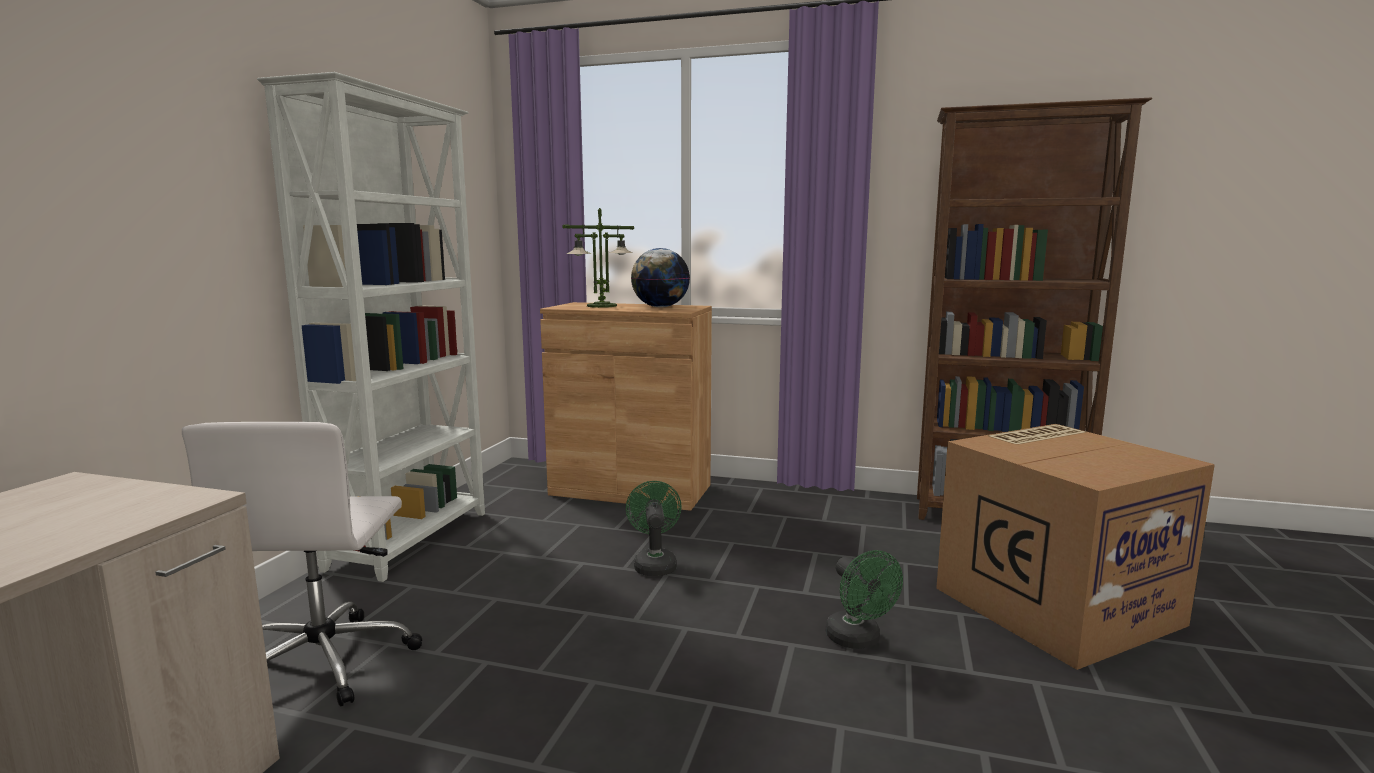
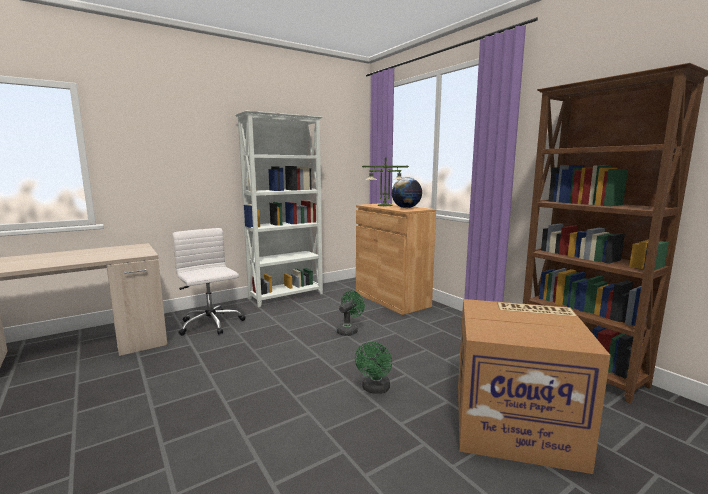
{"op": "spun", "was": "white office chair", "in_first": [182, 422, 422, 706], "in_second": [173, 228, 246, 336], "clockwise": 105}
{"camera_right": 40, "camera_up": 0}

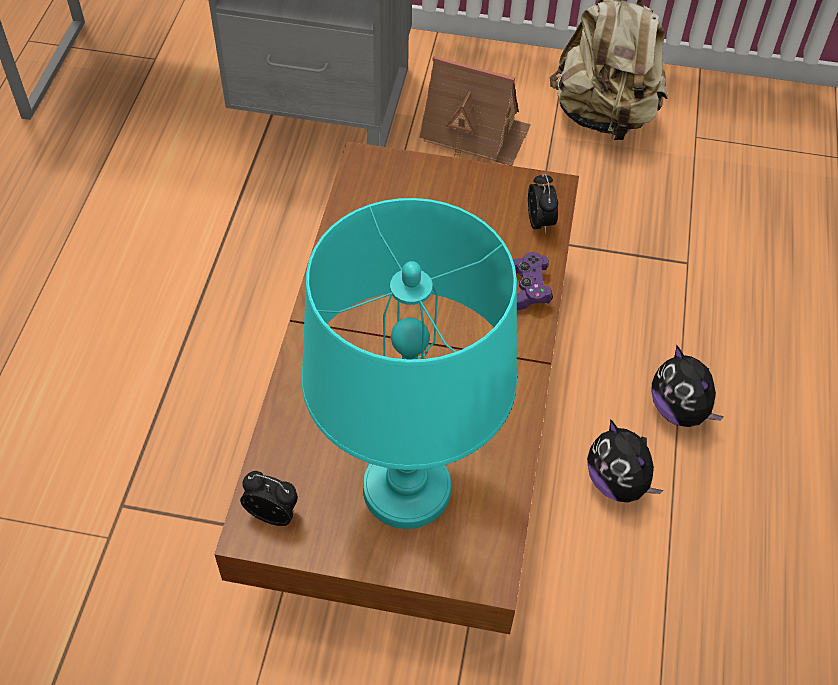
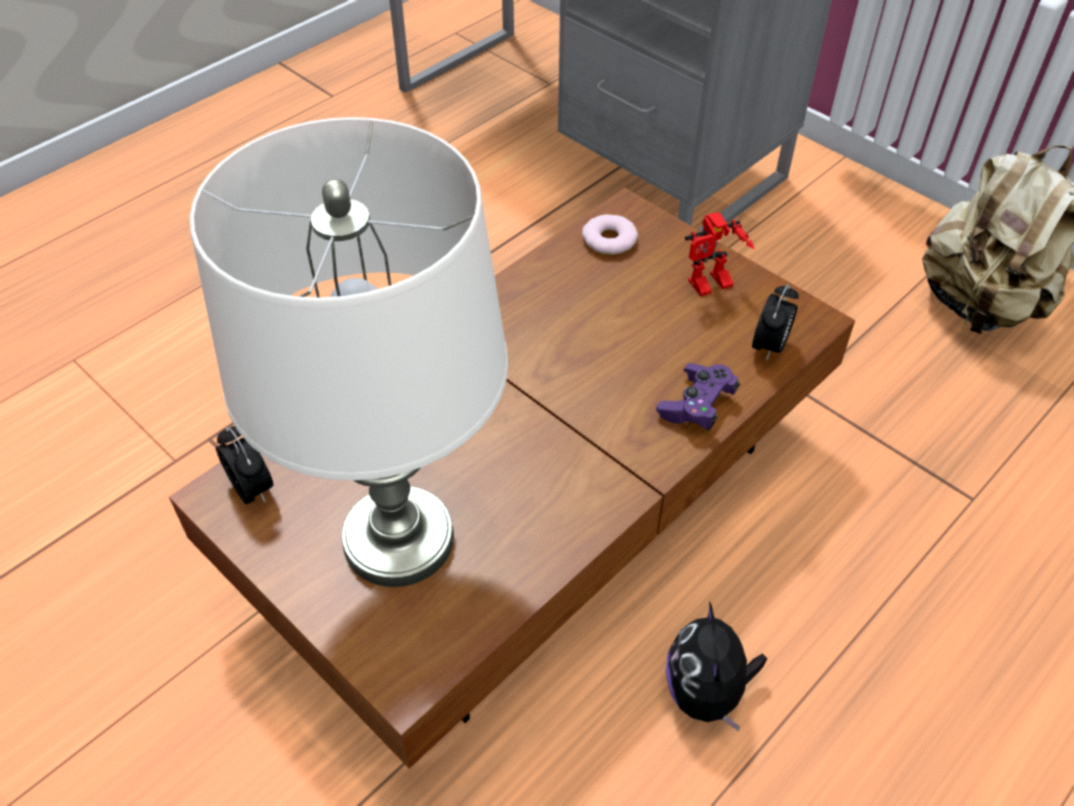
{"op": "colour", "was": "turquoise table lamp", "now": "white table lamp", "in_first": [302, 198, 517, 529], "in_second": [190, 117, 508, 587]}
{"op": "appeared", "now": "donut", "in_second": [582, 214, 638, 255]}
{"op": "appeared", "now": "toy robot", "in_second": [685, 212, 754, 296]}
{"op": "missing", "was": "toy house", "in_first": [419, 56, 531, 166]}
{"op": "missing", "was": "plush toy", "in_first": [652, 345, 724, 427]}
{"camera_right": 35, "camera_up": -5}

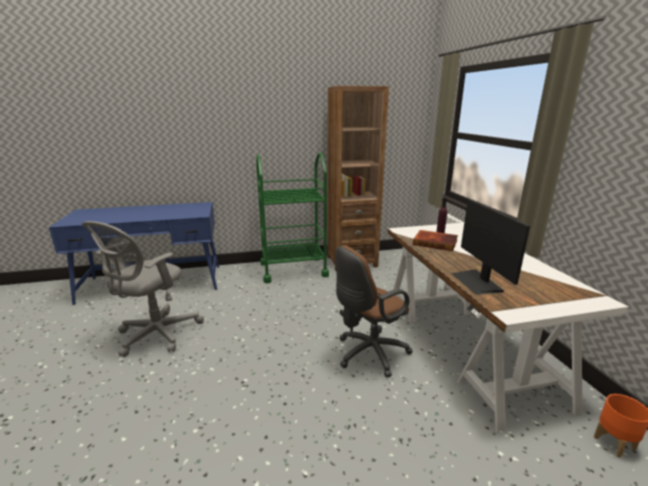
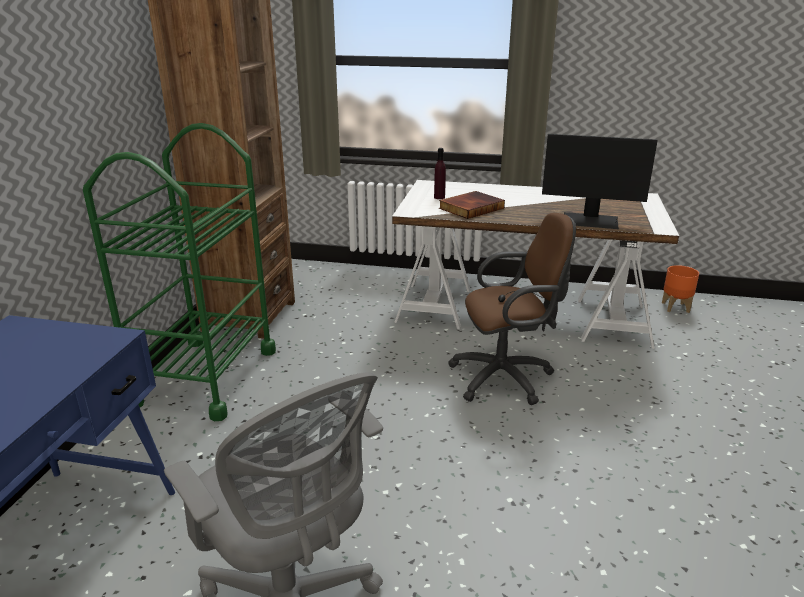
{"op": "spun", "was": "brown office chair", "in_first": [335, 245, 413, 378], "in_second": [448, 213, 576, 405], "clockwise": -90}
{"camera_right": -65, "camera_up": 5}

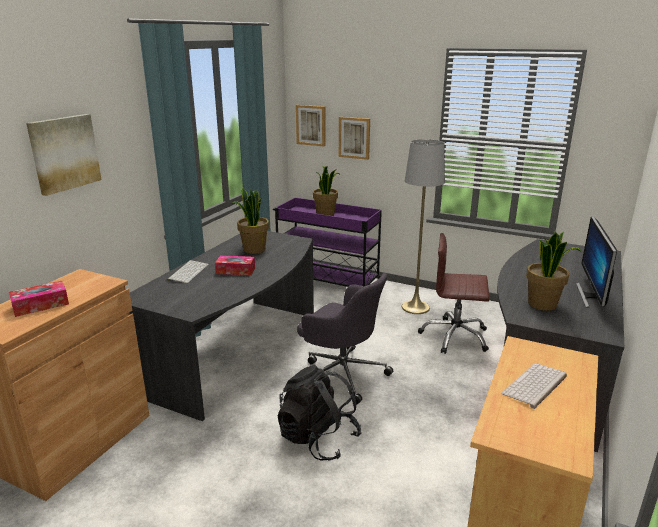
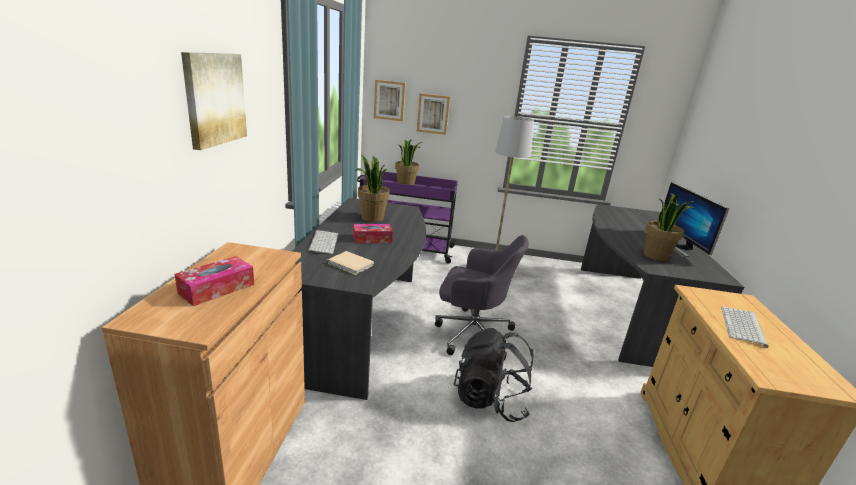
{"op": "appeared", "now": "beige book", "in_second": [328, 251, 374, 275]}
{"op": "missing", "was": "brown office chair", "in_first": [418, 233, 489, 354]}
{"camera_right": -20, "camera_up": 0}

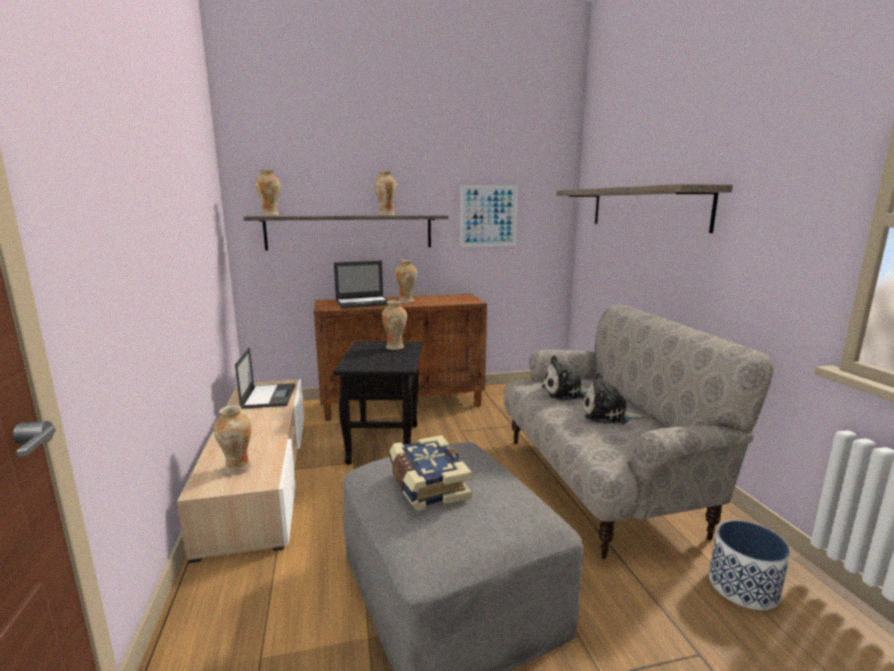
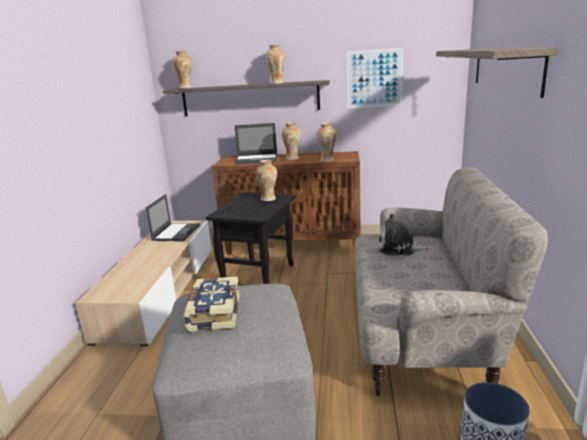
{"op": "relocated", "was": "vase", "in_first": [213, 405, 252, 475], "in_second": [317, 122, 337, 162]}
{"op": "missing", "was": "plush toy", "in_first": [584, 372, 645, 425]}
{"camera_right": 20, "camera_up": 5}

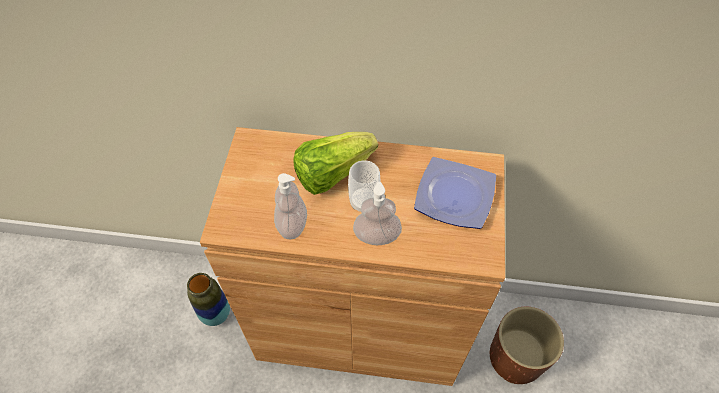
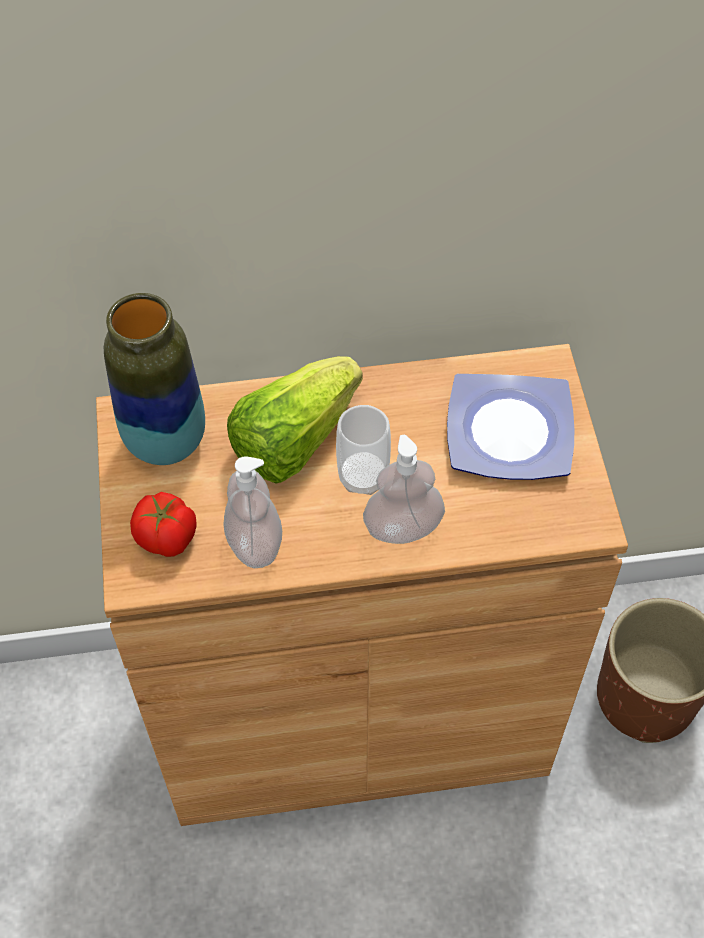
{"op": "relocated", "was": "vase", "in_first": [187, 273, 230, 326], "in_second": [104, 293, 205, 465]}
{"op": "appeared", "now": "tomato", "in_second": [130, 492, 197, 557]}
{"camera_right": -15, "camera_up": 0}

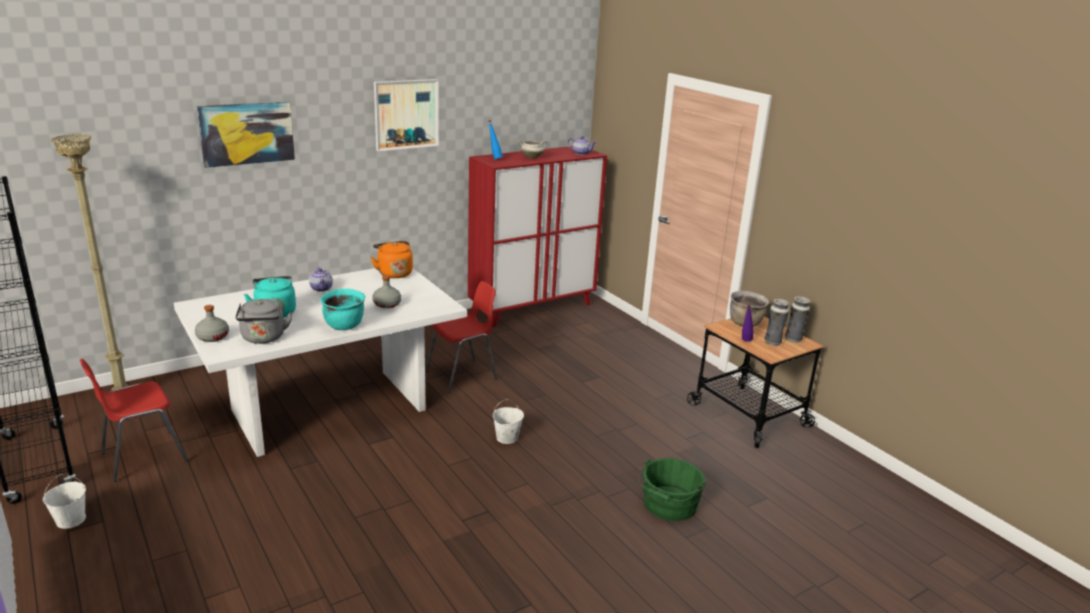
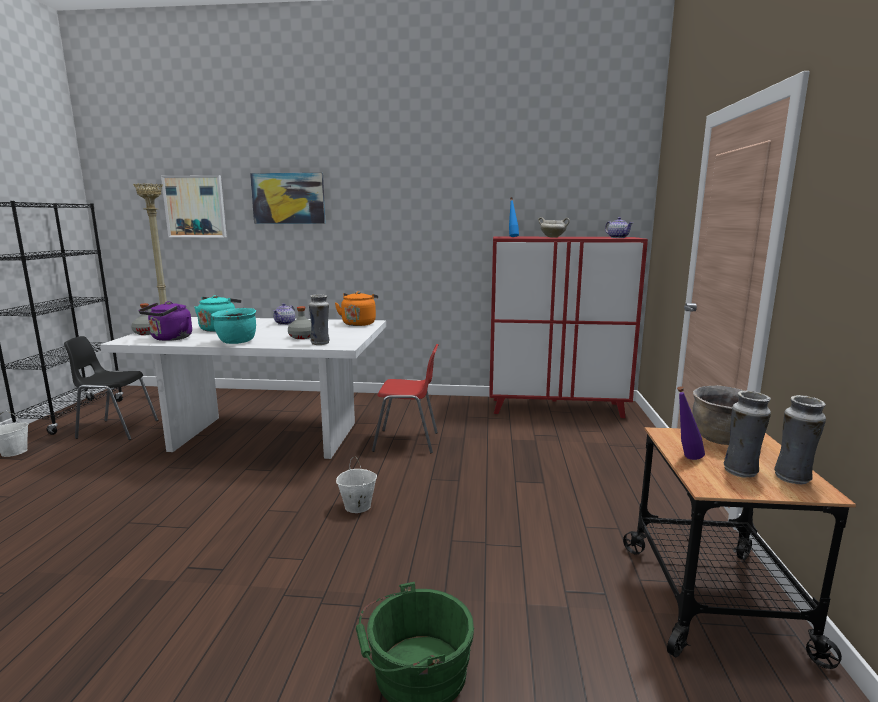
{"op": "colour", "was": "red chair", "now": "black chair", "in_first": [80, 359, 188, 482], "in_second": [64, 336, 158, 440]}
{"op": "colour", "was": "grey kettle", "now": "purple kettle", "in_first": [236, 299, 293, 344], "in_second": [139, 301, 192, 341]}
{"op": "relocated", "was": "picture", "in_first": [374, 79, 439, 151], "in_second": [161, 175, 227, 238]}
{"op": "appeared", "now": "vase", "in_second": [309, 295, 330, 345]}
{"camera_right": 40, "camera_up": -10}

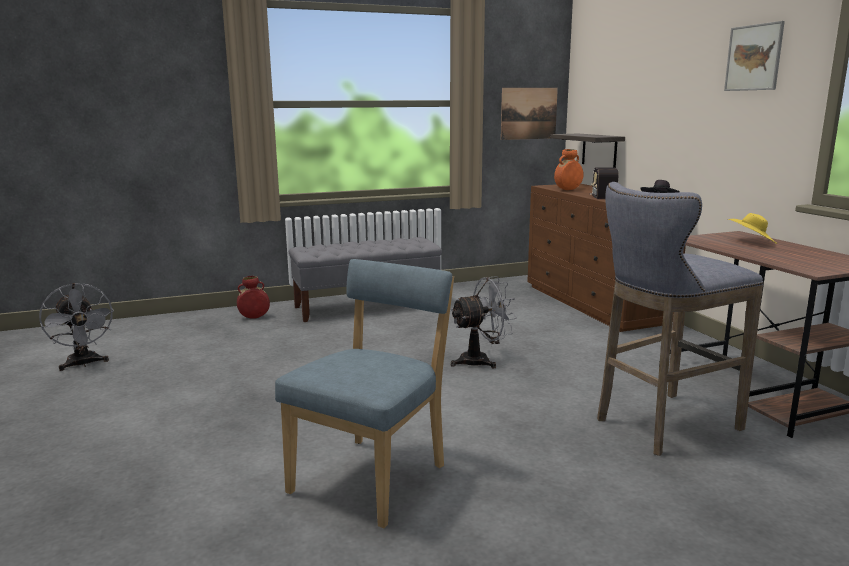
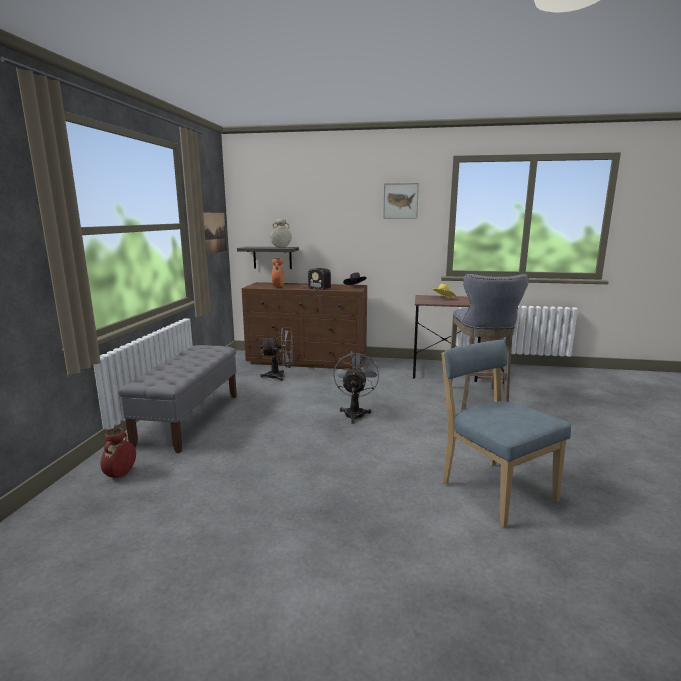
{"op": "relocated", "was": "grey fan", "in_first": [39, 283, 114, 371], "in_second": [260, 328, 293, 381]}
{"op": "appeared", "now": "beige vase", "in_second": [270, 219, 292, 248]}
{"camera_right": -60, "camera_up": 0}

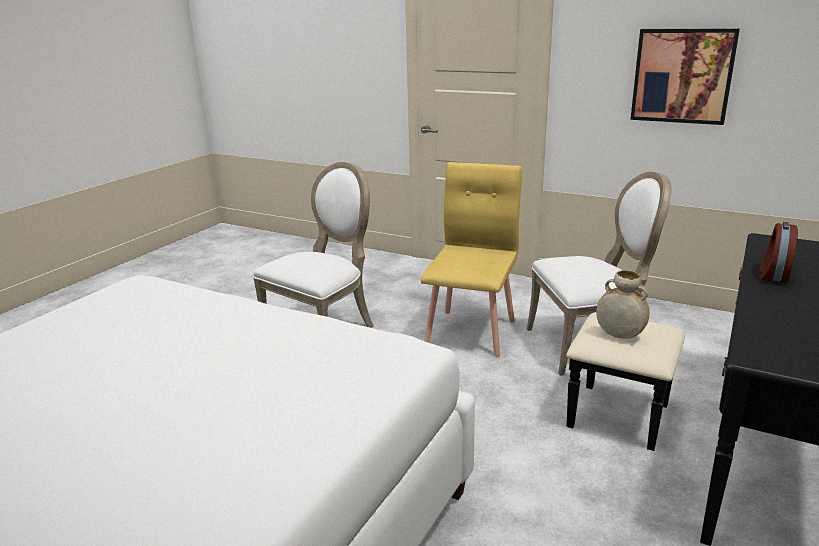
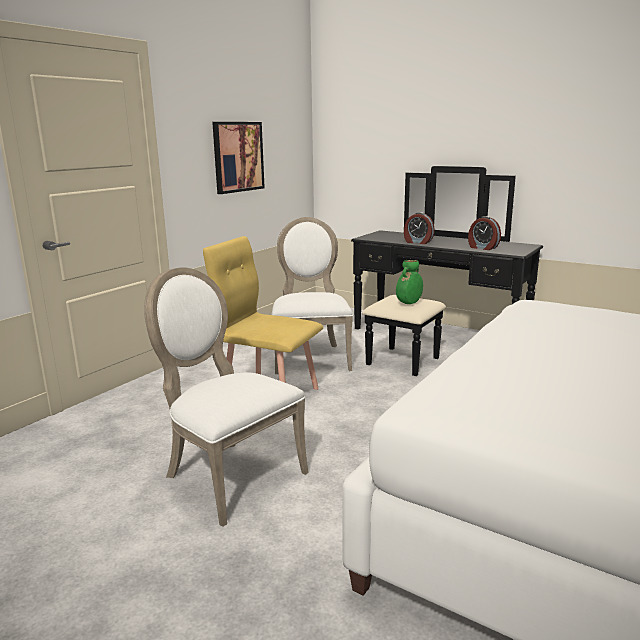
{"op": "colour", "was": "beige vase", "now": "green vase", "in_first": [596, 270, 650, 339], "in_second": [396, 260, 423, 304]}
{"op": "appeared", "now": "alarm clock", "in_second": [468, 216, 501, 250]}
{"camera_right": -85, "camera_up": -5}

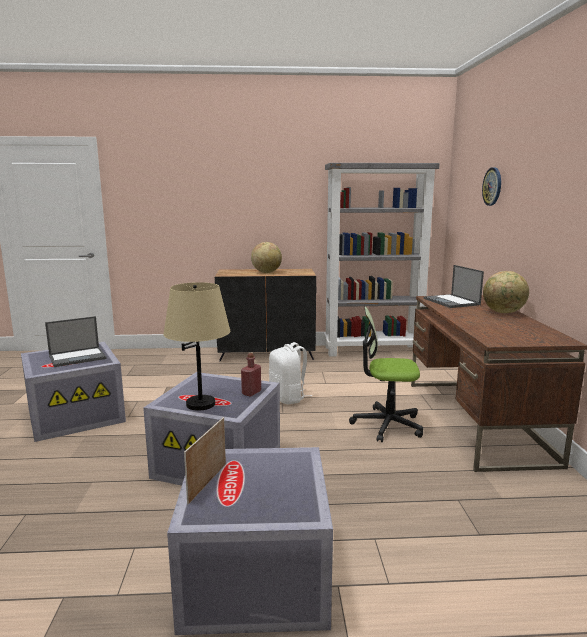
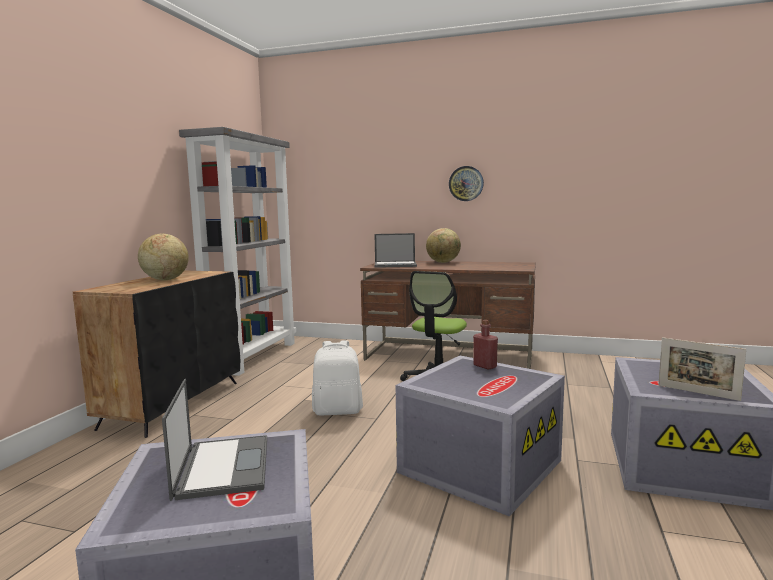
{"op": "relocated", "was": "wall clock", "in_first": [482, 167, 501, 206], "in_second": [449, 166, 484, 201]}
{"op": "missing", "was": "beige table lamp", "in_first": [163, 282, 230, 411]}
{"camera_right": -70, "camera_up": -5}

